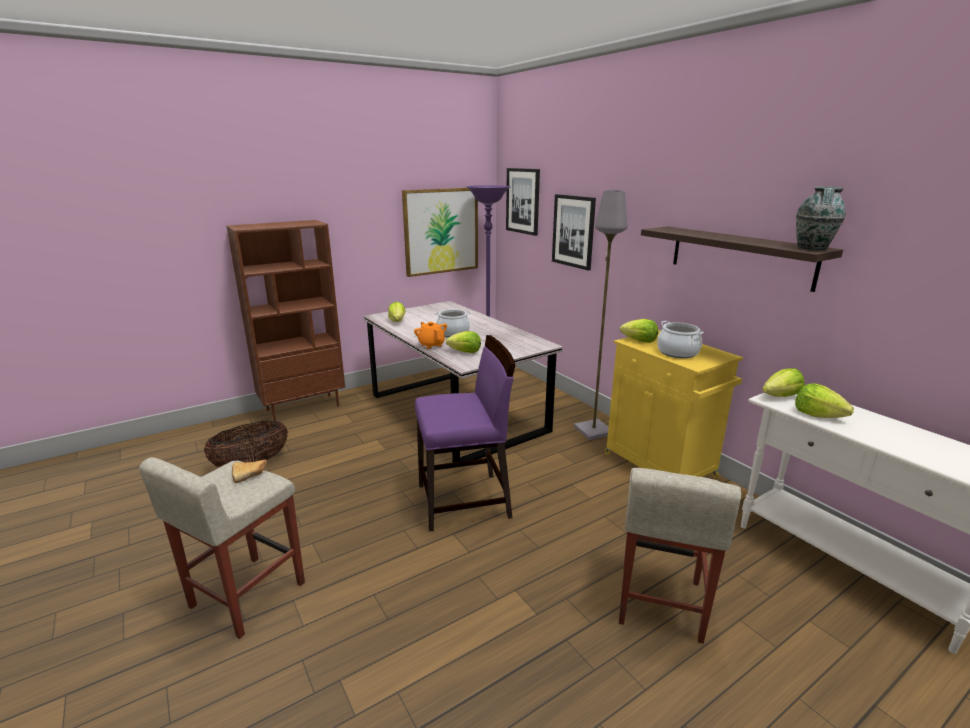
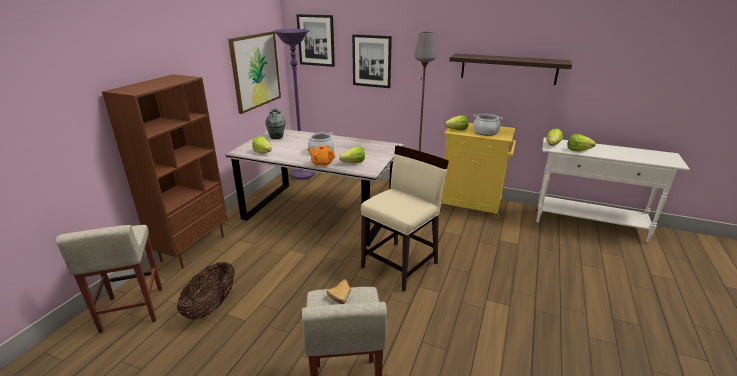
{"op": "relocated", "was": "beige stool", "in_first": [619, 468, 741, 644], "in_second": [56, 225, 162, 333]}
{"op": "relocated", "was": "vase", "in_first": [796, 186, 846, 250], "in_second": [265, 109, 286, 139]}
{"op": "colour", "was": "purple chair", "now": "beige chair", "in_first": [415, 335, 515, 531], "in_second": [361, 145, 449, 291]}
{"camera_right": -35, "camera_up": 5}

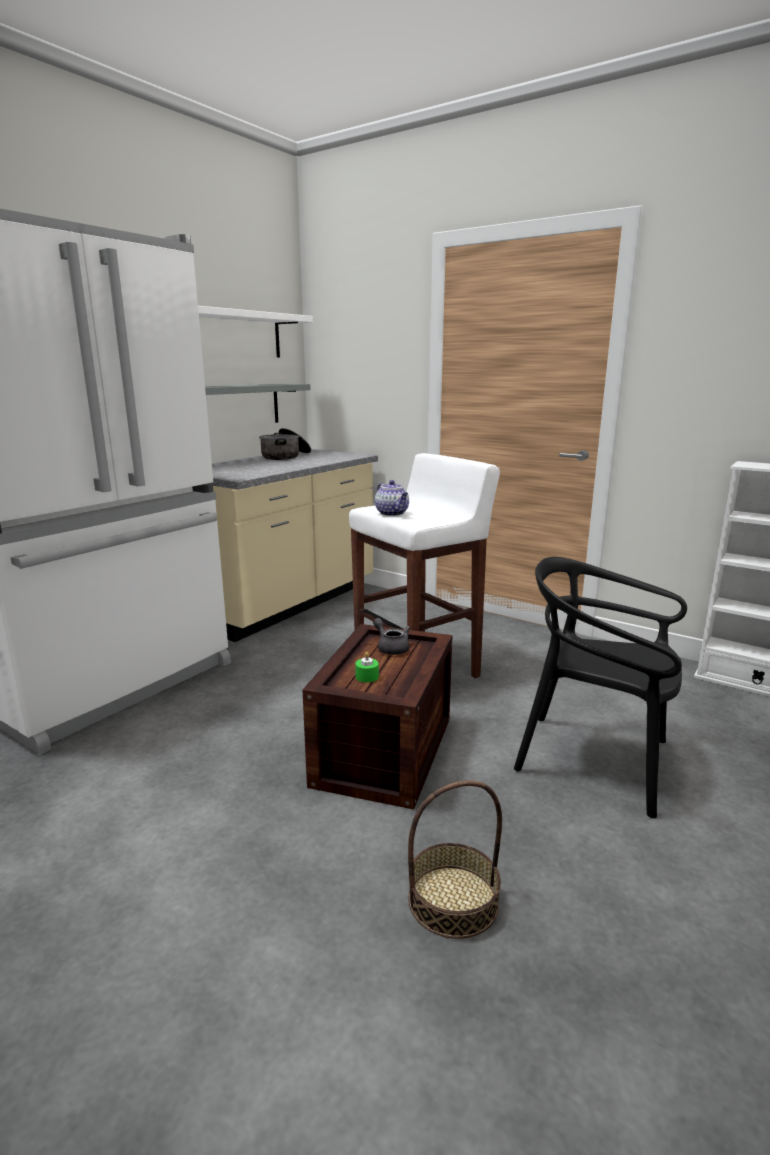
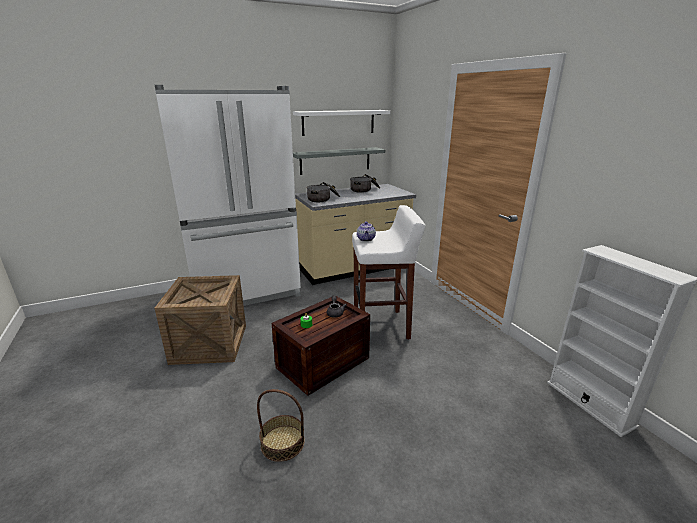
{"op": "appeared", "now": "crate", "in_second": [155, 275, 246, 365]}
{"op": "appeared", "now": "cooking pot", "in_second": [306, 182, 340, 202]}
{"op": "missing", "was": "black chair", "in_first": [514, 557, 687, 818]}
{"camera_right": 30, "camera_up": 5}

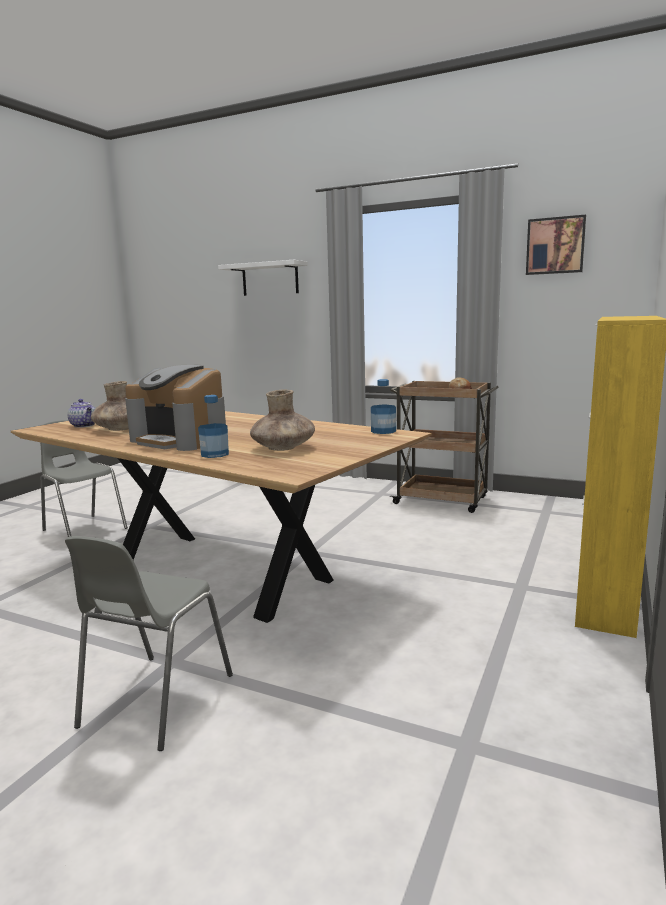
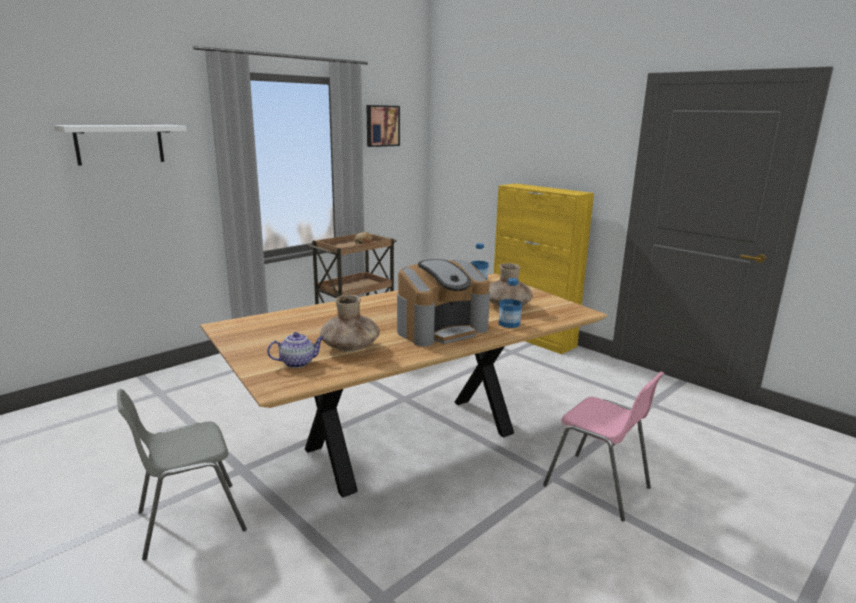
{"op": "colour", "was": "grey chair", "now": "pink chair", "in_first": [65, 536, 233, 751], "in_second": [543, 372, 664, 521]}
{"camera_right": -70, "camera_up": 5}

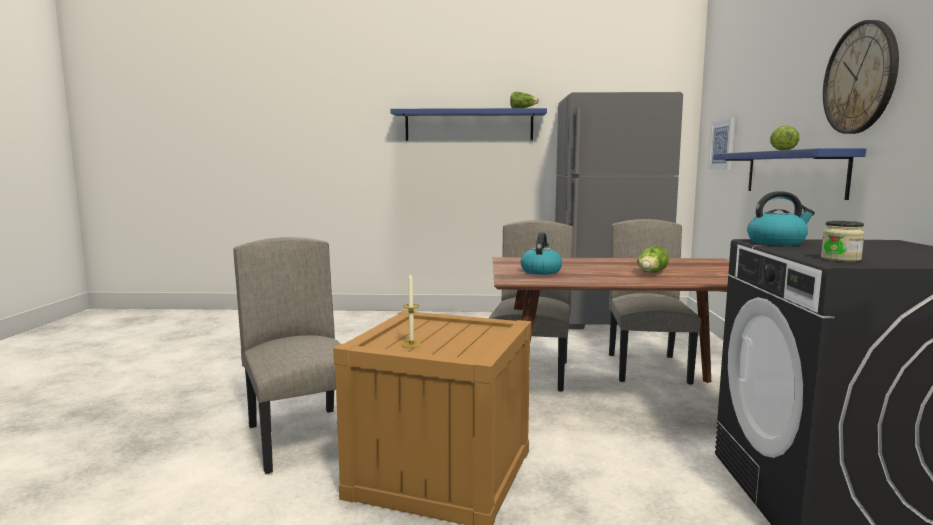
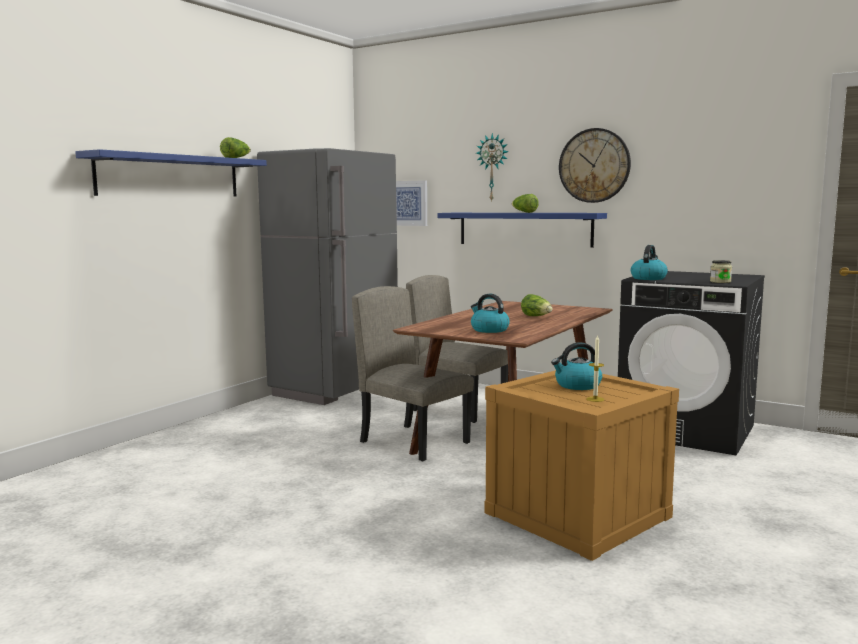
{"op": "appeared", "now": "wall clock", "in_second": [476, 133, 509, 202]}
{"op": "appeared", "now": "kettle", "in_second": [551, 342, 602, 390]}
{"op": "missing", "was": "beige chair", "in_first": [233, 237, 341, 474]}
{"camera_right": -60, "camera_up": 0}

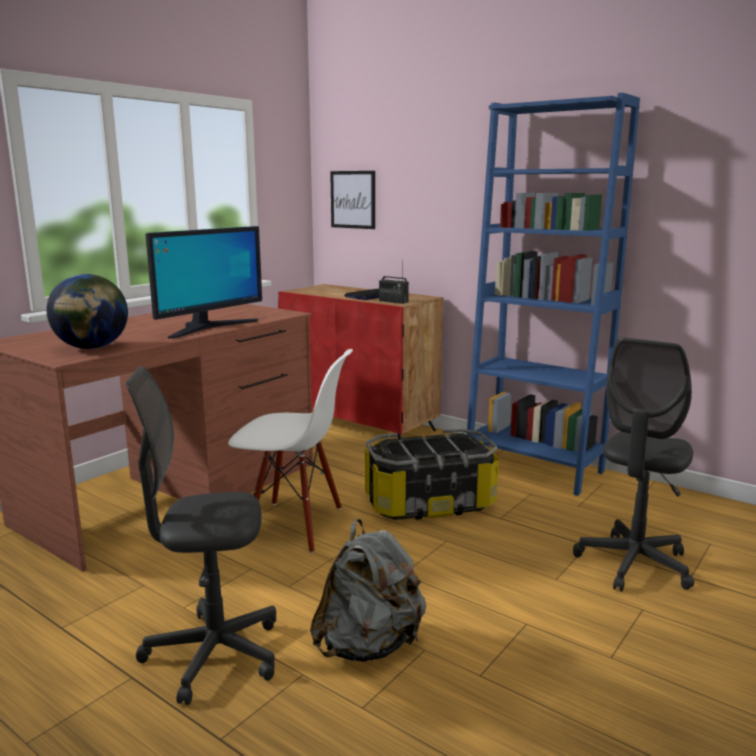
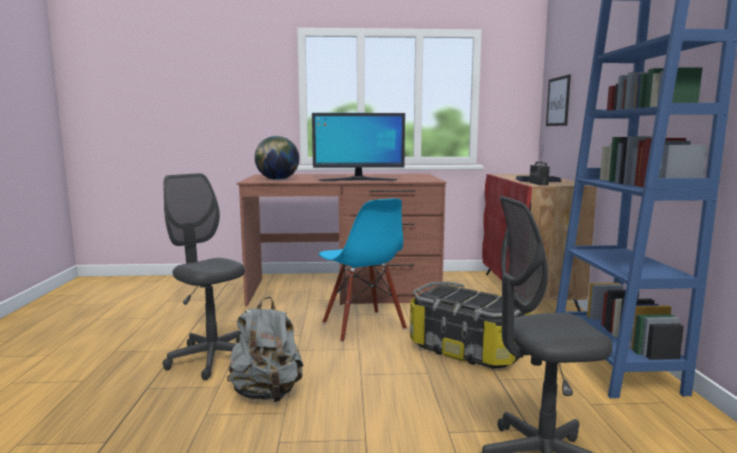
{"op": "colour", "was": "white chair", "now": "blue chair", "in_first": [228, 349, 353, 553], "in_second": [319, 198, 407, 342]}
{"camera_right": 50, "camera_up": -5}

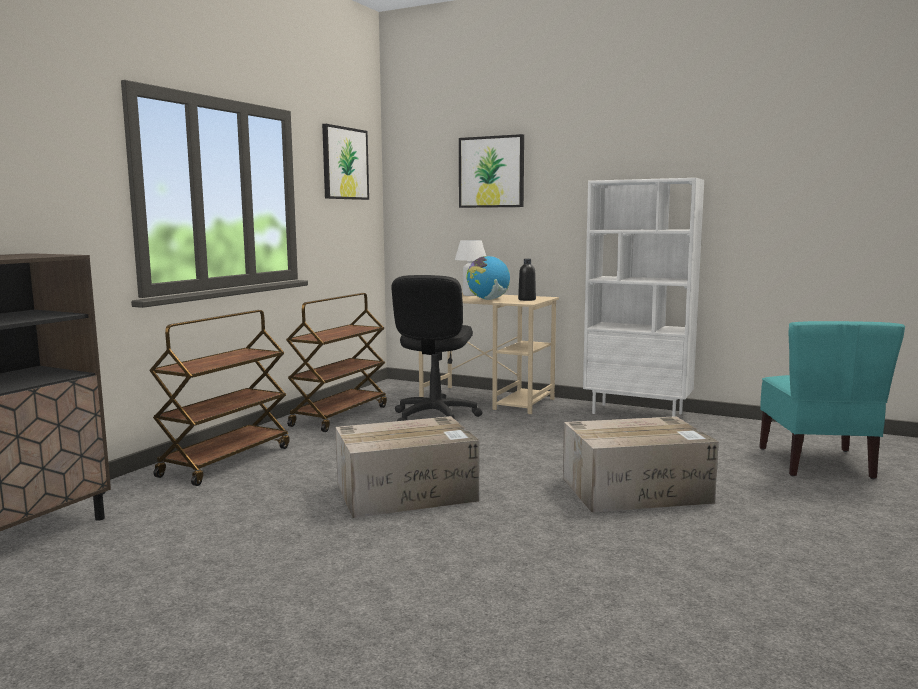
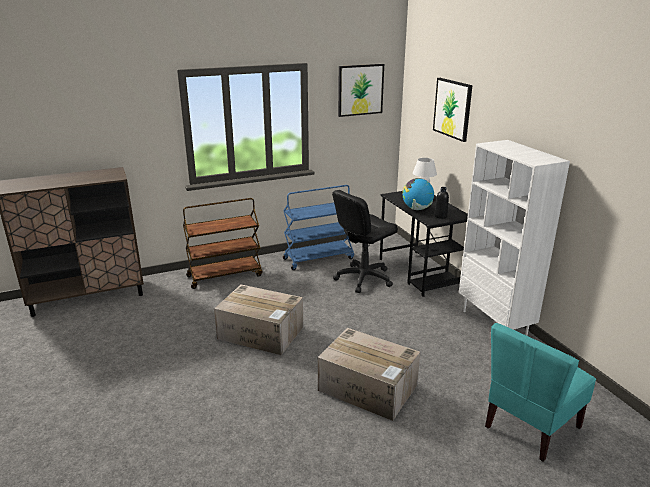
{"op": "colour", "was": "brown cart", "now": "blue cart", "in_first": [286, 293, 387, 432], "in_second": [283, 185, 354, 270]}
{"op": "colour", "was": "beige desk", "now": "black desk", "in_first": [419, 293, 559, 414], "in_second": [380, 191, 468, 297]}
{"camera_right": 40, "camera_up": 15}

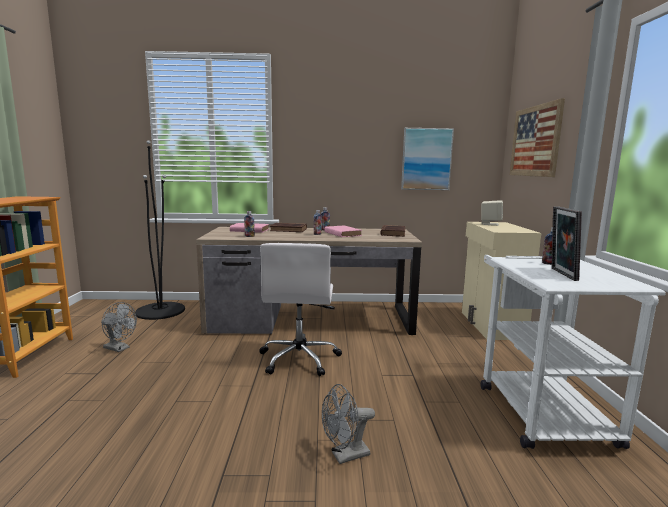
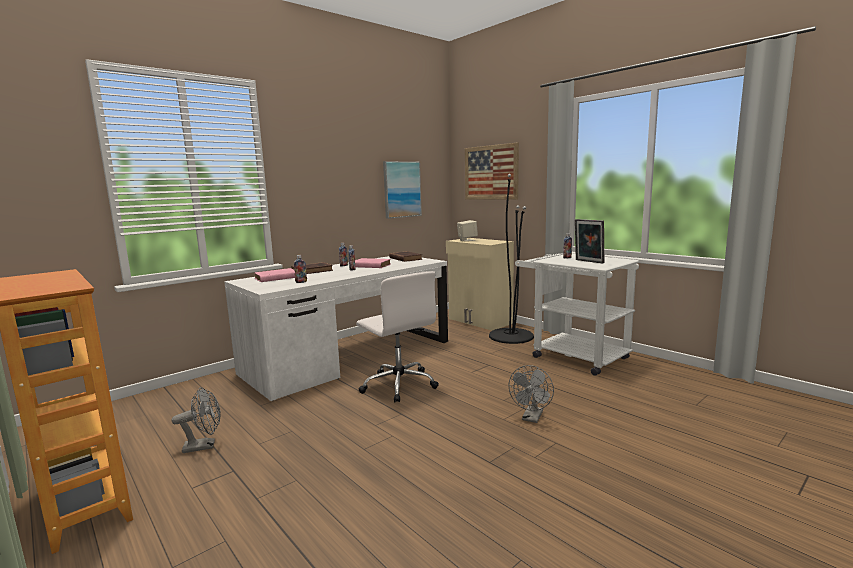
{"op": "colour", "was": "brown desk", "now": "white desk", "in_first": [196, 227, 422, 335], "in_second": [224, 256, 448, 401]}
{"op": "relocated", "was": "black floor lamp", "in_first": [135, 140, 185, 320], "in_second": [489, 174, 534, 344]}
{"camera_right": -40, "camera_up": 0}

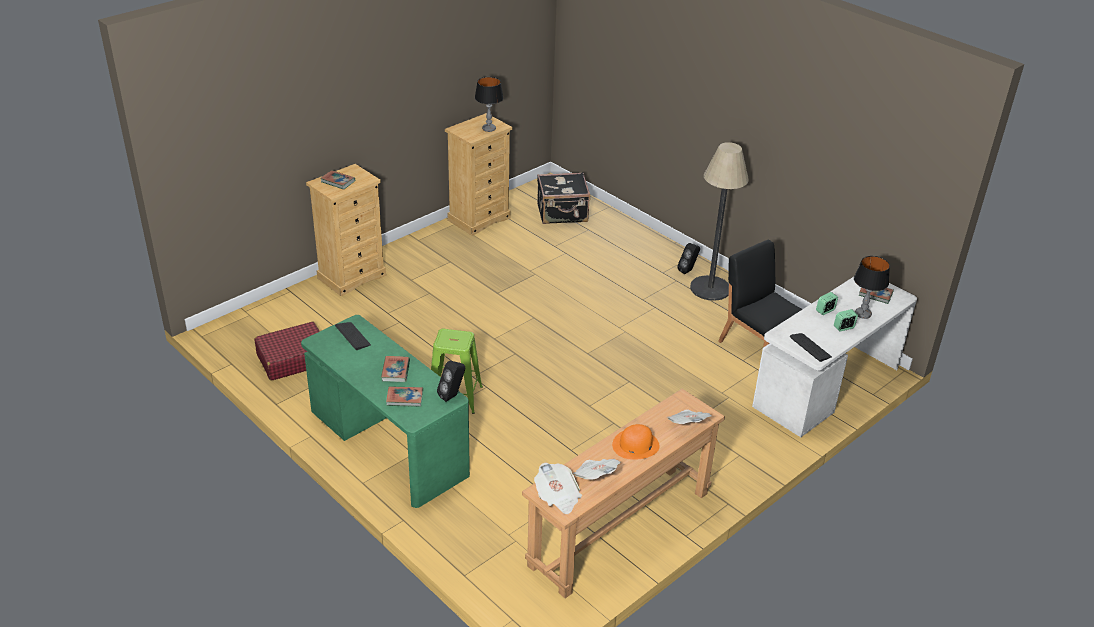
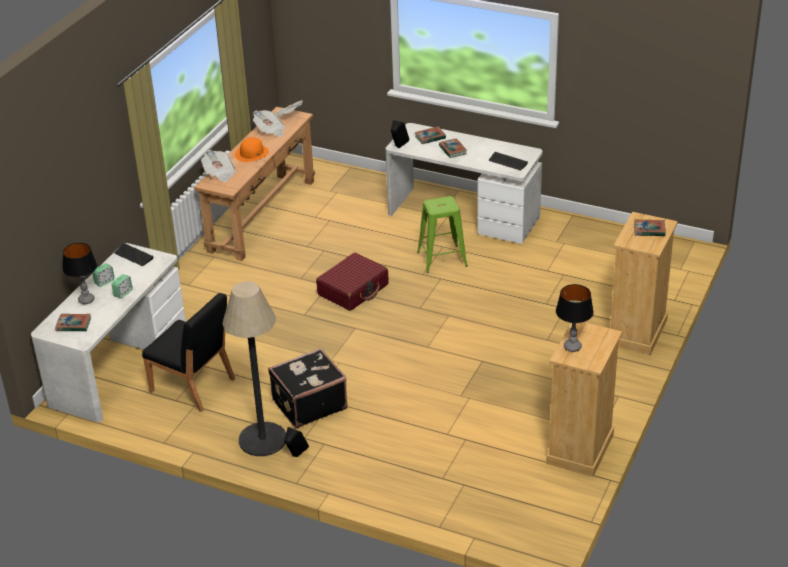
{"op": "relocated", "was": "black suitcase", "in_first": [537, 172, 590, 224], "in_second": [268, 348, 348, 429]}
{"op": "relocated", "was": "red suitcase", "in_first": [254, 321, 320, 381], "in_second": [316, 253, 389, 311]}
{"op": "colour", "was": "green desk", "now": "white desk", "in_first": [301, 315, 470, 508], "in_second": [385, 123, 542, 244]}
{"camera_right": 160, "camera_up": 0}

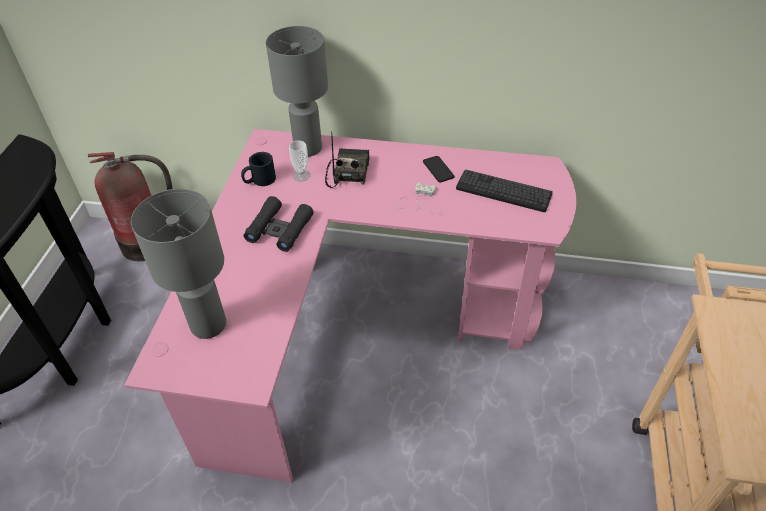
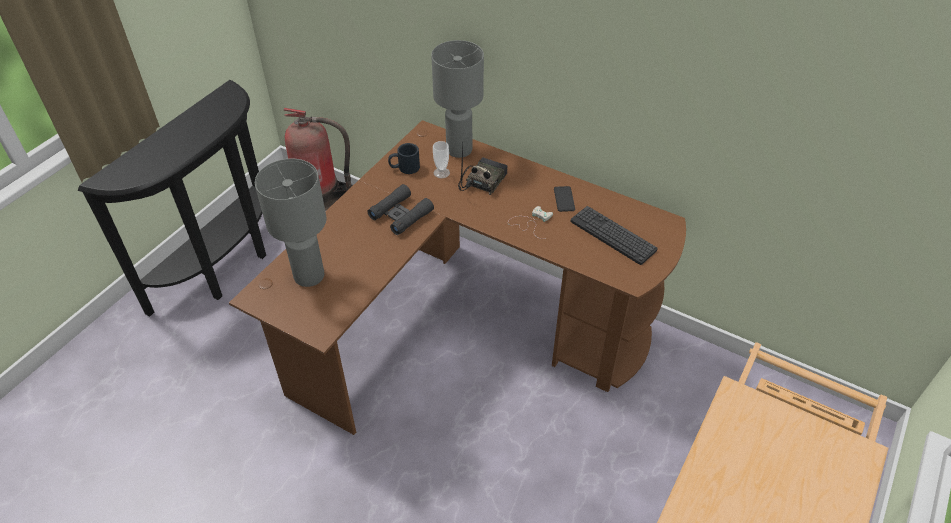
{"op": "colour", "was": "pink desk", "now": "brown desk", "in_first": [124, 129, 577, 482], "in_second": [229, 120, 686, 435]}
{"camera_right": 20, "camera_up": 0}

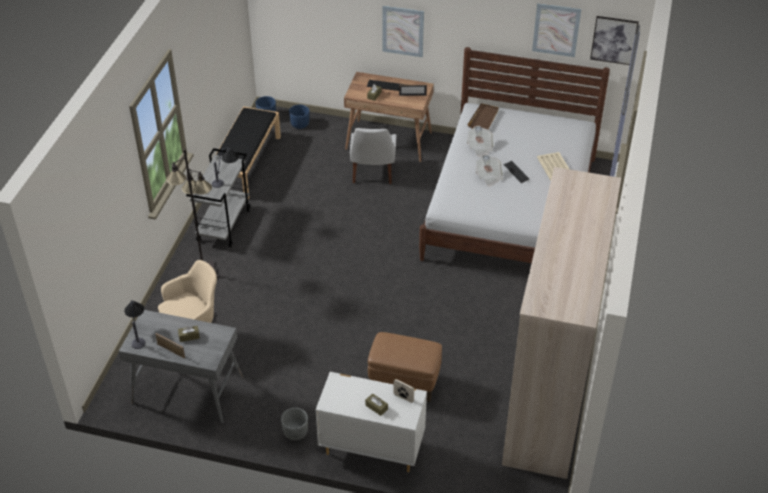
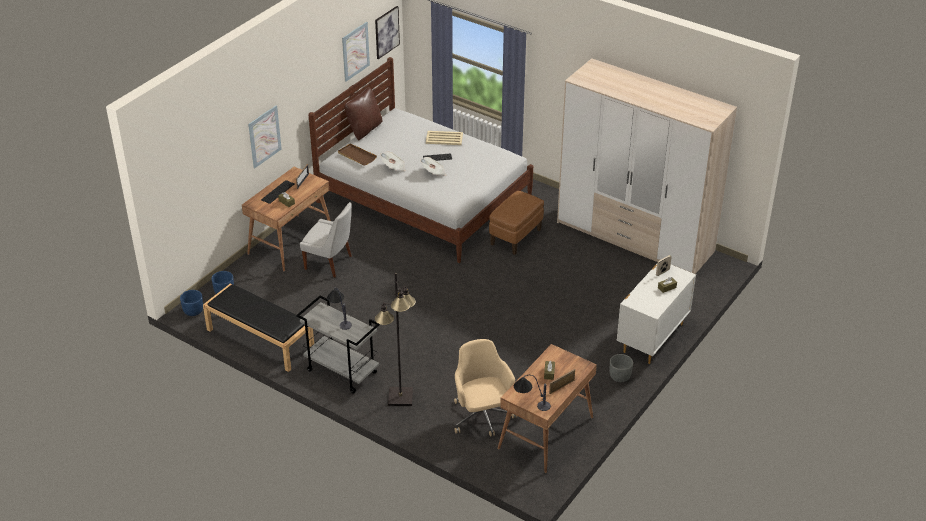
{"op": "appeared", "now": "brown pillow", "in_second": [345, 87, 382, 140]}
{"op": "relocated", "was": "brown ottoman", "in_first": [368, 332, 442, 402], "in_second": [489, 191, 544, 255]}
{"op": "colour", "was": "grey desk", "now": "brown desk", "in_first": [119, 310, 243, 423], "in_second": [497, 344, 597, 473]}
{"camera_right": -70, "camera_up": -5}

